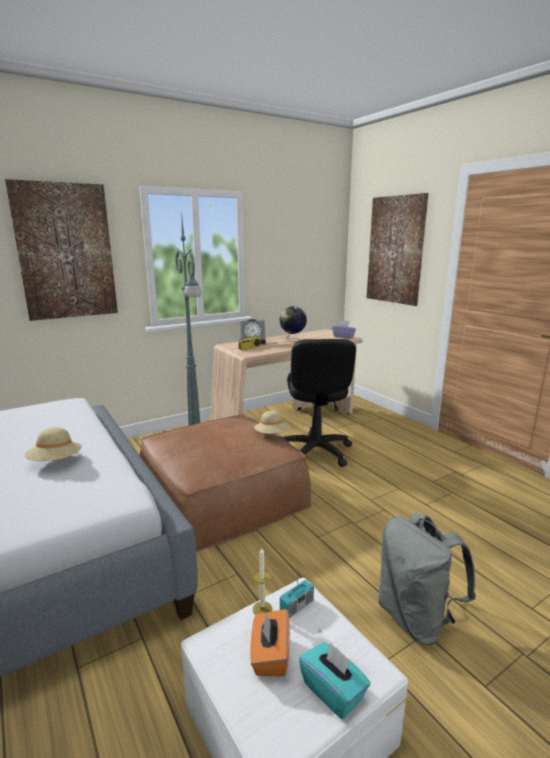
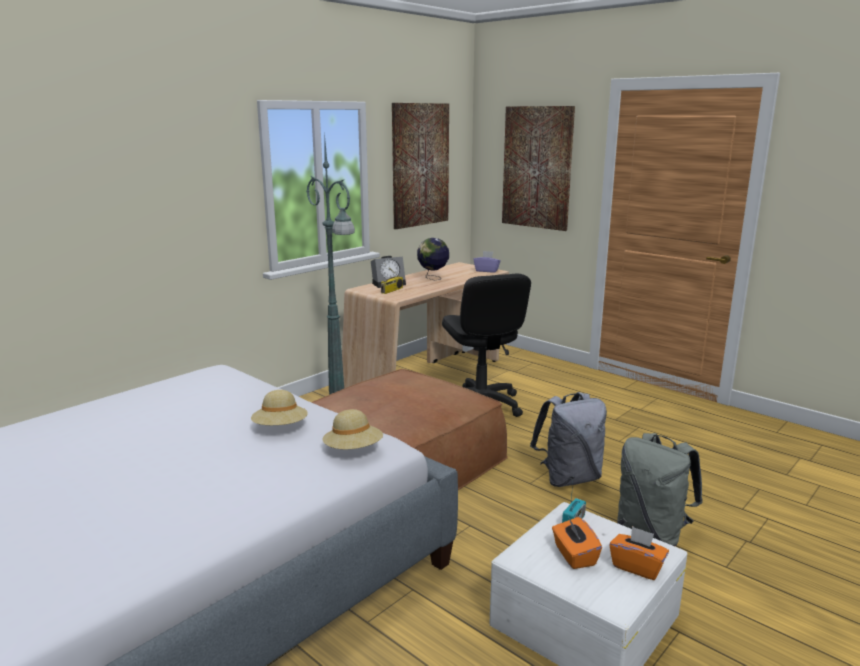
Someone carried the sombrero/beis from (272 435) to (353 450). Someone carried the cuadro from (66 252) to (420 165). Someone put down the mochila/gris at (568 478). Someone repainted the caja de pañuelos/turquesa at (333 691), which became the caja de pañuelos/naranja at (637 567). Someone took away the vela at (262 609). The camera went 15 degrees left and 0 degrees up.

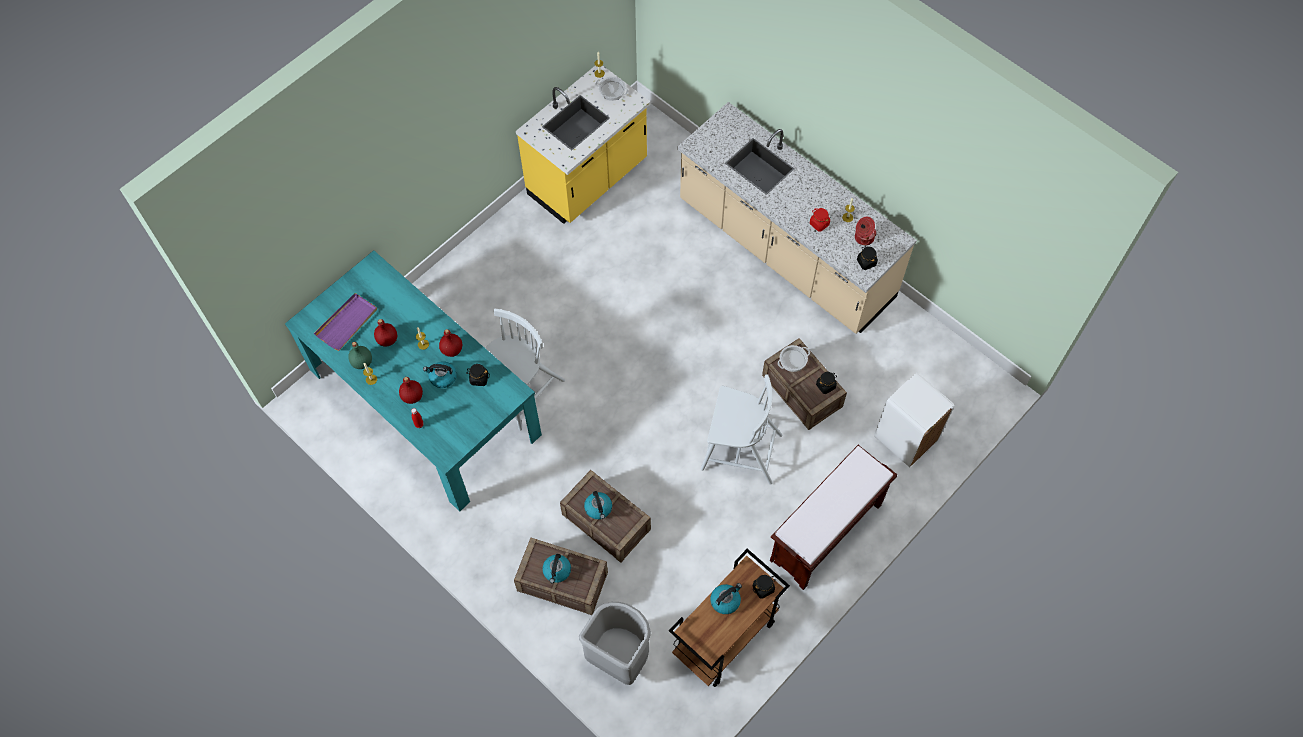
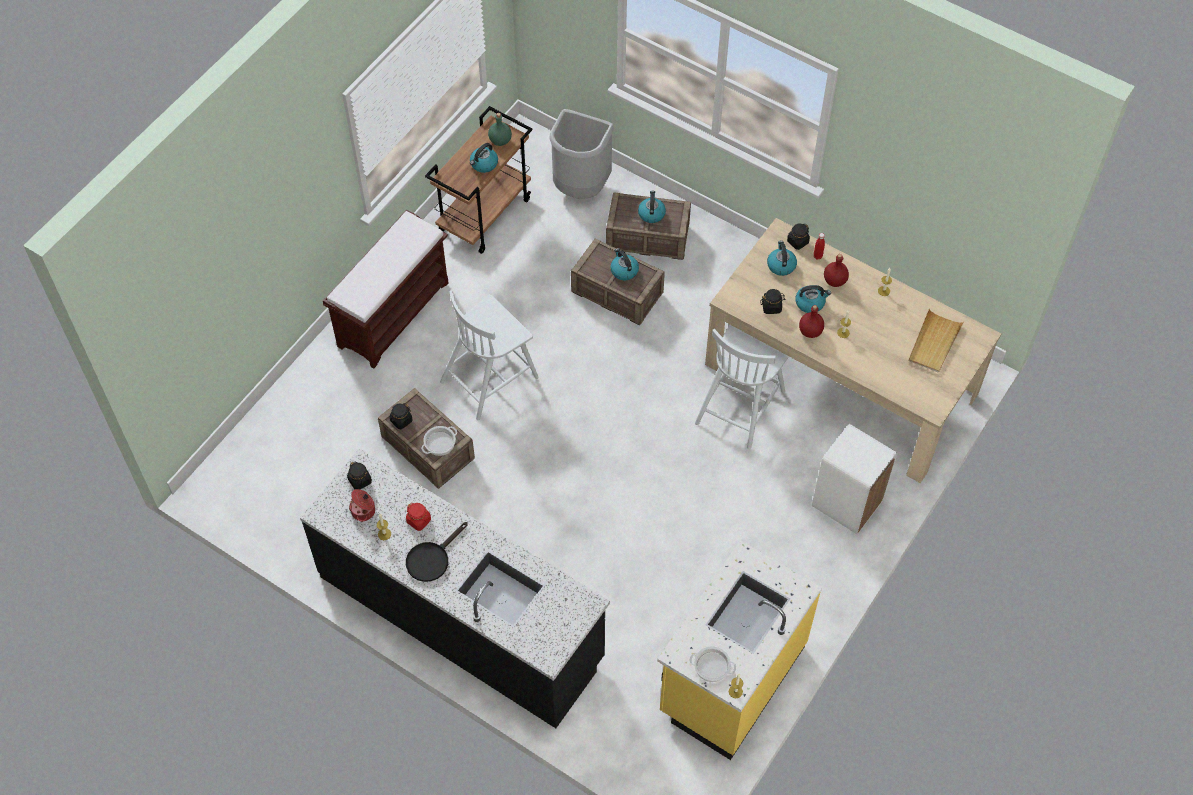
Someone repainted the mueble bajo de cocina/beis at (785 251), which became the mueble bajo de cocina/negro at (461 616). Someone put down the sartén/negro at (432 558). Someone rotated the silla/blanco at (739 451) by 45 degrees counterclockwise. Someone carried the botella/verde from (362 362) to (500 141). Someone repainted the mesa de comedor/turquesa at (424 402), which became the mesa de comedor/beis at (841 379). Someone put down the hervidor at (781 265). Someone carried the tarro/negro from (763 588) to (797 242). Someone carried the papelera/blanco from (905 438) to (847 504). Someone repainted the bandeja/morado at (347 323), which became the bandeja/beis at (934 343). Someone took away the botella/rojo at (387 339). The camera went 170 degrees right and 5 degrees down.

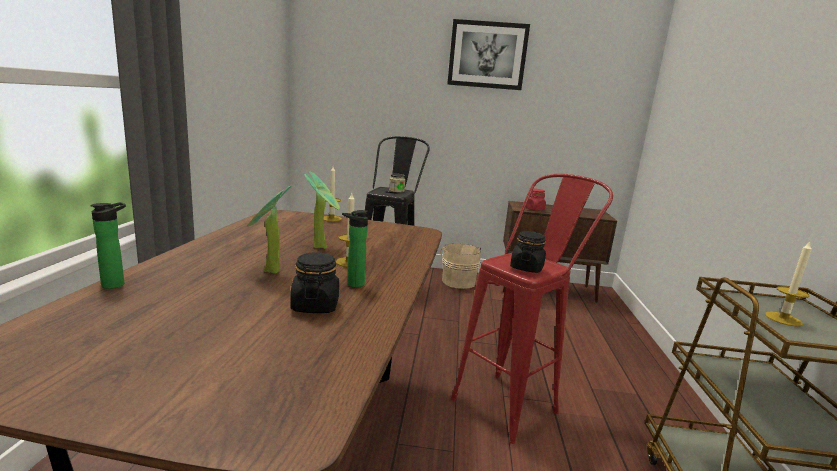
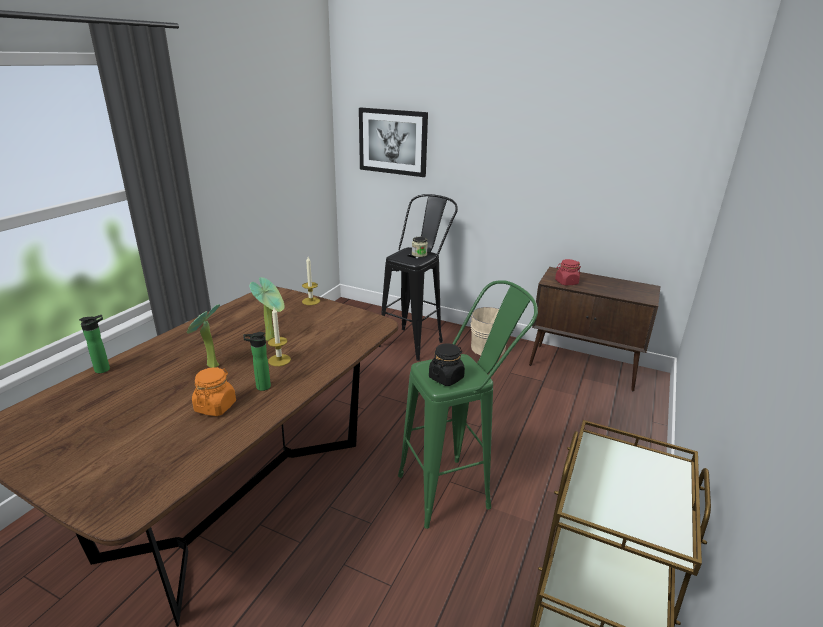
Someone repainted the tarro/negro at (315 306), which became the tarro/naranja at (215 406). Someone carried the cuadro from (487 55) to (393 142). Someone repainted the taburete/rojo at (514 400), which became the taburete/verde at (456 488). Someone took away the vela at (783 319). The camera went 20 degrees right and 10 degrees up.

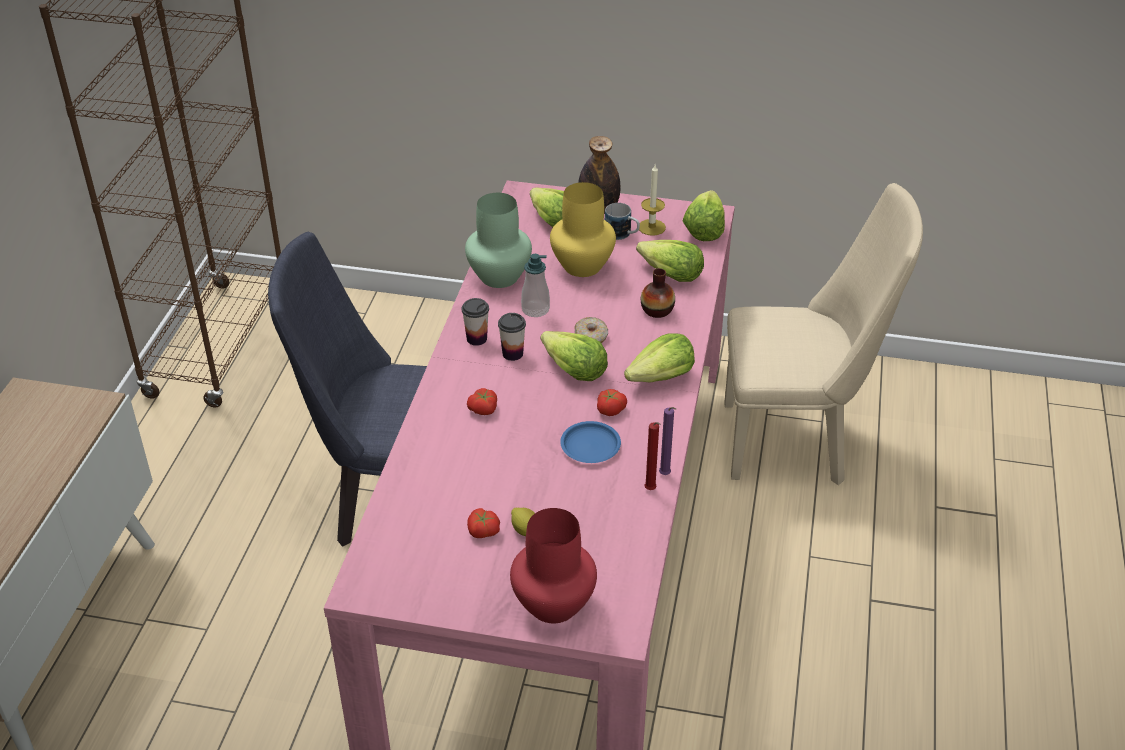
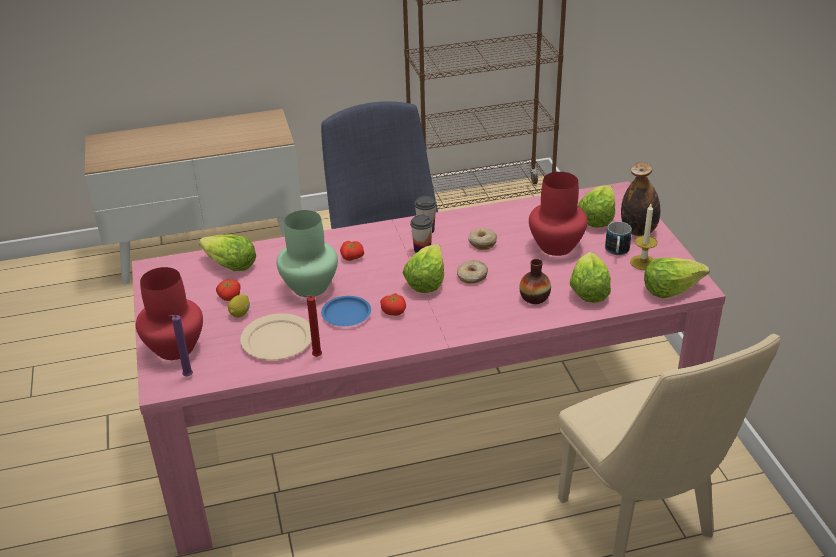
Someone carried the vela/morado from (665 475) to (187 377). Someone carried the lechuga from (661 377) to (229 265). Someone put down the plato/beis at (276 340). Someone carried the florero/verde from (500 276) to (310 287). Someone swapped the dispensador de jabón at (535 309) for the rosquilla at (482 243). Someone repainted the florero/amarillo at (581 265), which became the florero/rojo at (556 245). The camera went 65 degrees right and 5 degrees down.

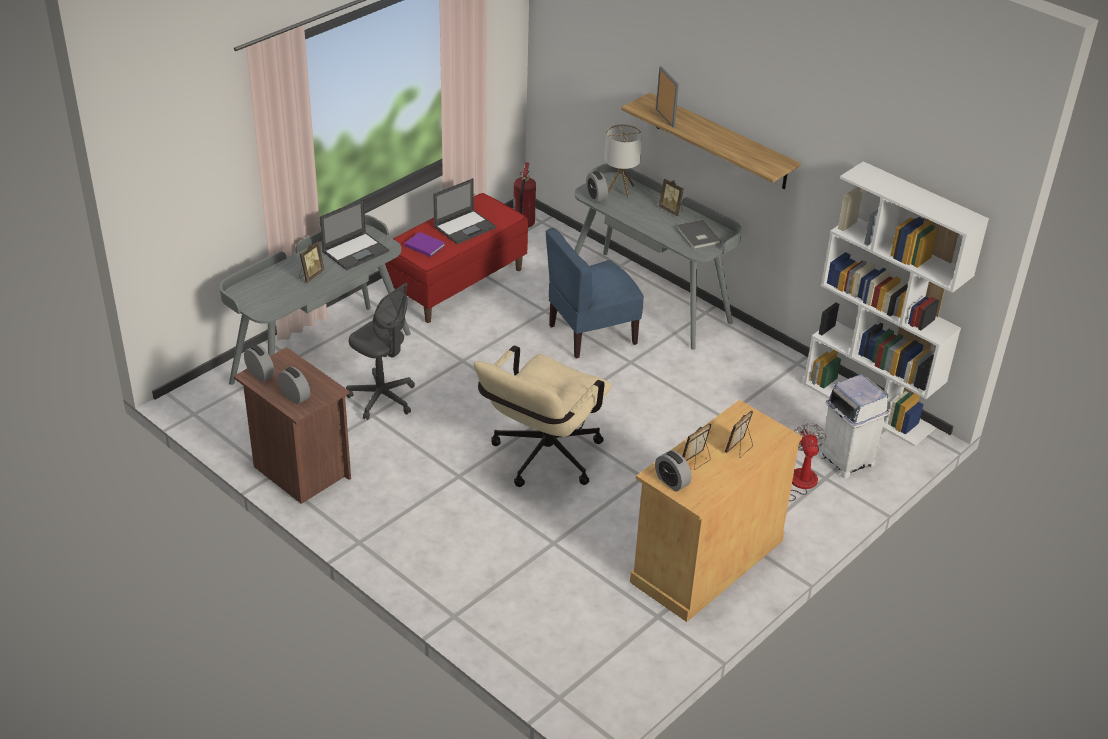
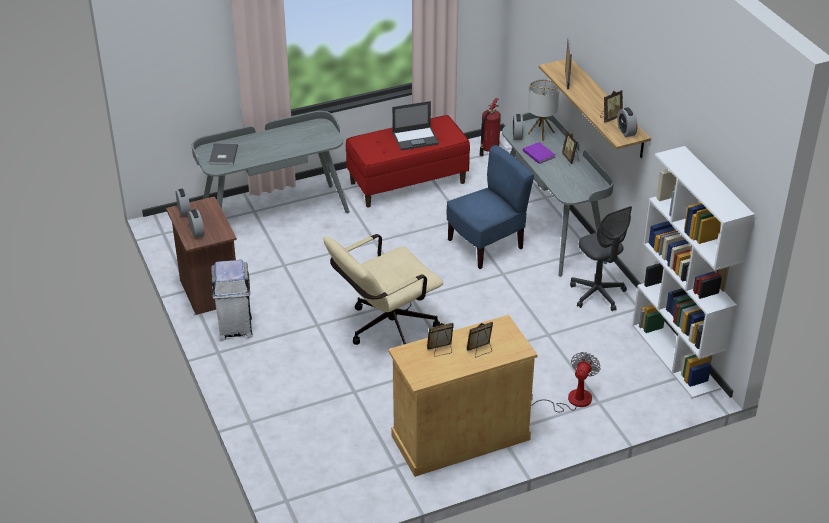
Someone carried the libro/gris from (697 236) to (222 155). Someone carried the papelera/blanco from (846 460) to (235 327). Someone rotated the silla/azul at (591 334) by 150 degrees clockwise. Someone carried the libro/morado from (424 245) to (538 153). Someone carried the silla de oficina/gris from (382 398) to (597 294). Someone carried the portarretratos from (311 275) to (610 118). Someone carried the despertador from (671 482) to (626 131). Someone took away the portátil at (356 251). The camera went 25 degrees right and 0 degrees up.

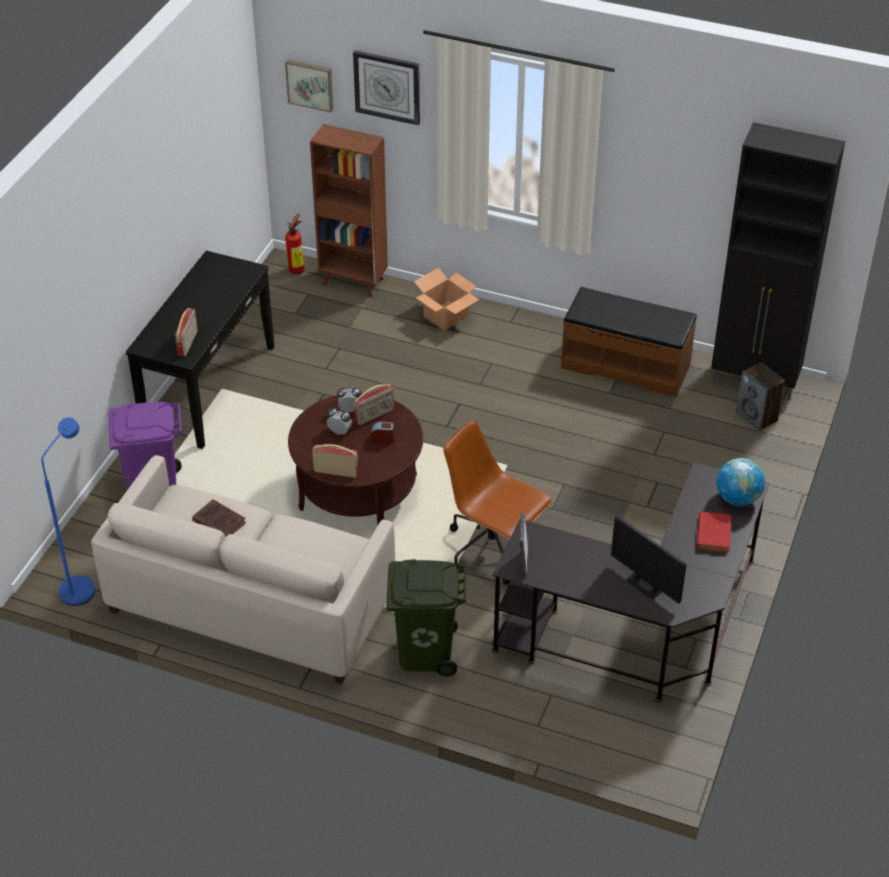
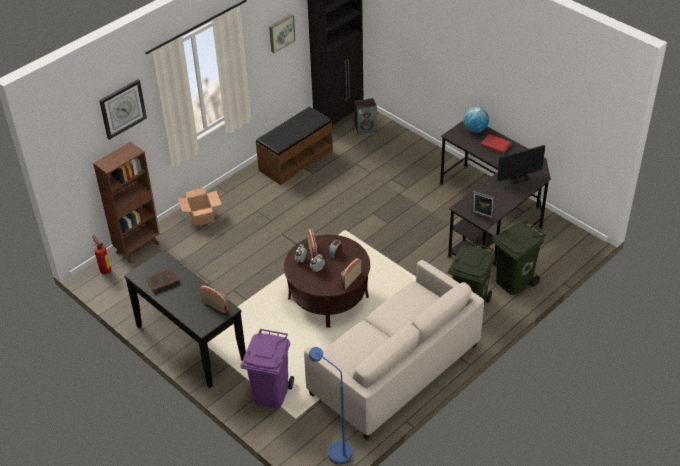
Someone carried the libro/marrón from (218 521) to (162 282). Someone carried the cuadro from (310 84) to (281 33). Someone put down the papelera/verde at (513 281). Someone took away the silla de oficina/marrón at (493 550). The camera went 65 degrees left and 0 degrees up.

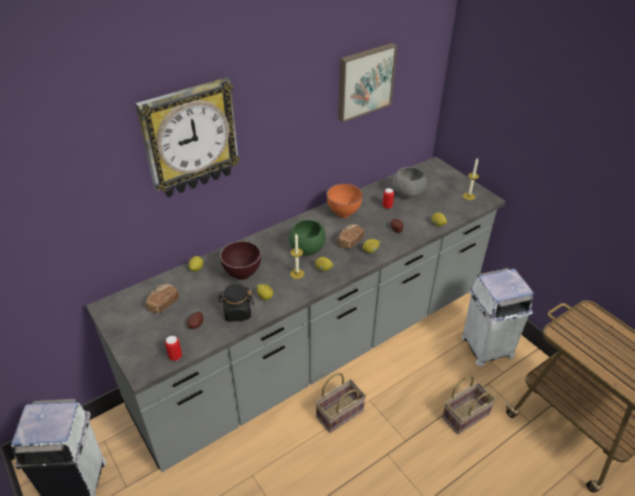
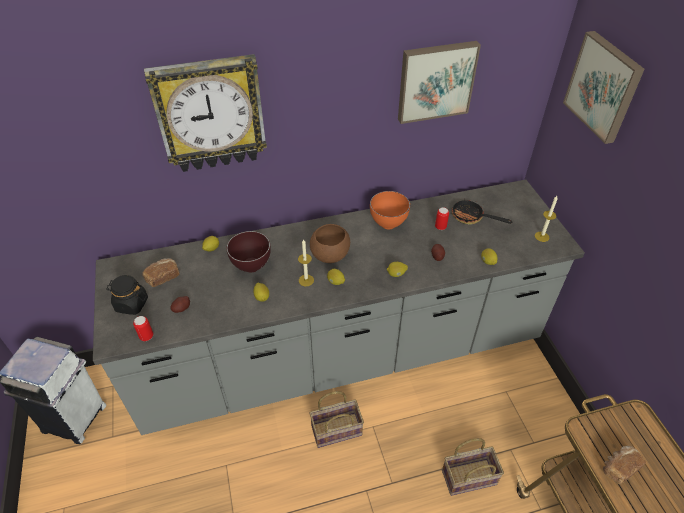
Someone carried the tarro/negro from (237 312) to (131 304). Someone repainted the cuenco/verde at (308 249), which became the cuenco/marrón at (331 256). Someone swapped the cuenco/gris at (408 194) for the sartén at (471 217). Someone put up the cuadro at (604 86). Someone carried the pan from (349 241) to (619 467). Someone took away the papelera/blanco at (486 347). The camera went 20 degrees right and 5 degrees up.

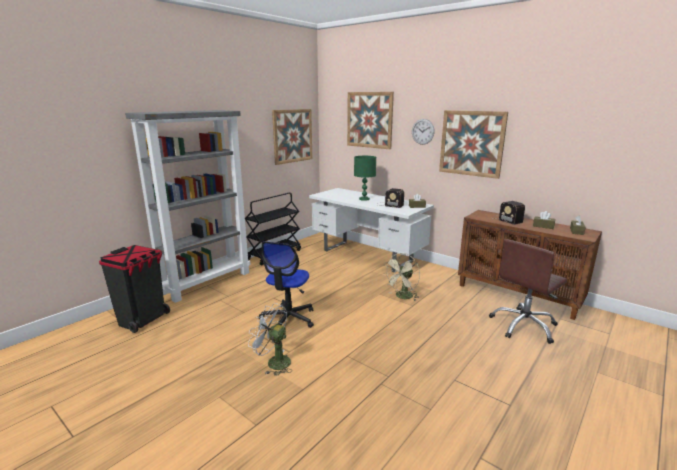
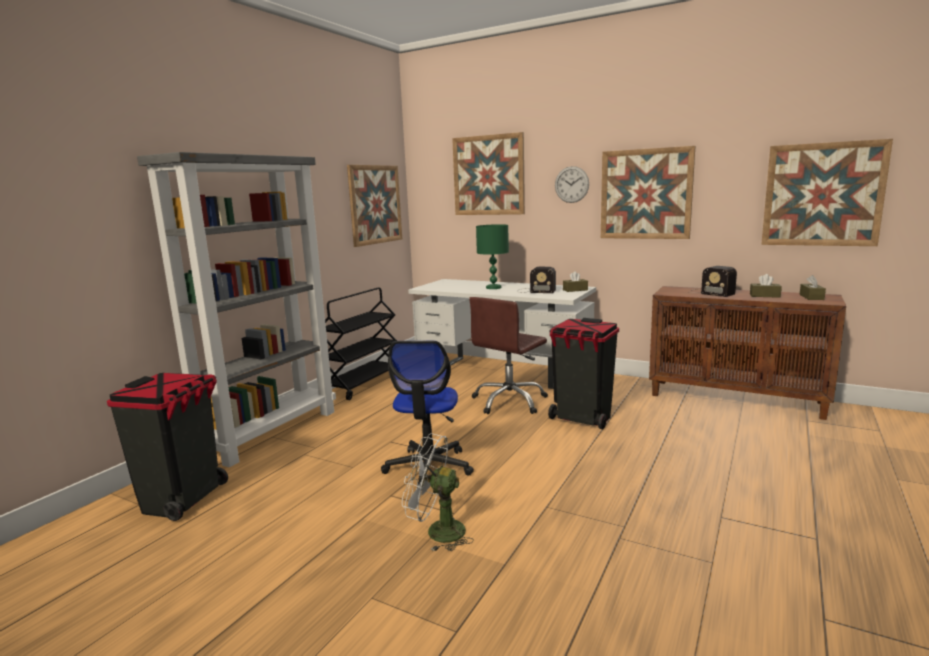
Someone carried the silla de oficina/marrón from (524 326) to (509 401). Someone swapped the ventilador/beis at (402 297) for the papelera/negro at (582 418). Someone put up the cuadro at (822 195). The camera went 10 degrees left and 5 degrees down.

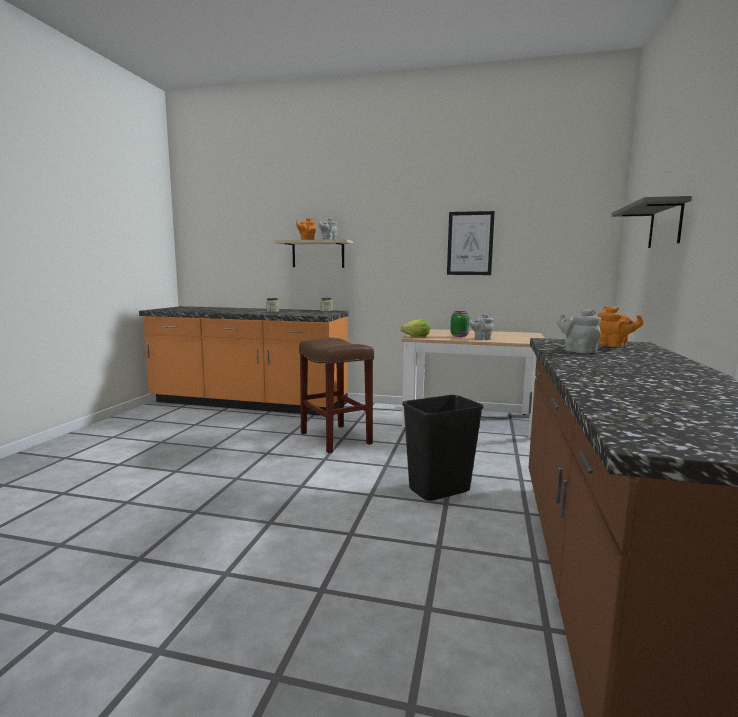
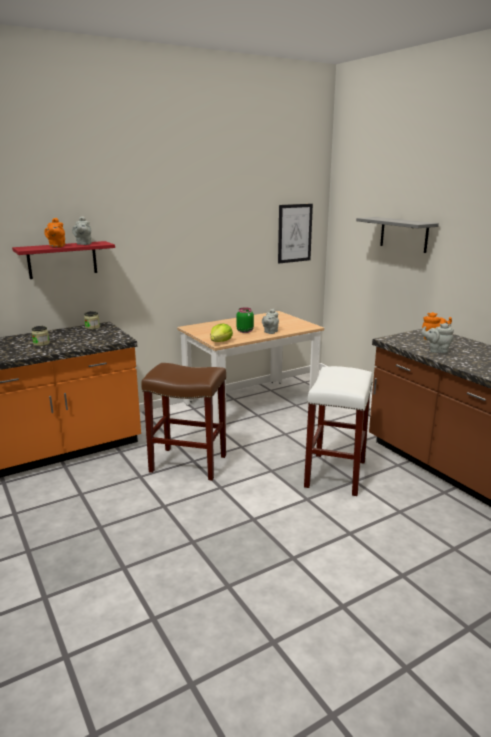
Someone repainted the estante/beis at (318 254), which became the estante/rojo at (62 260). Someone carried the cuadro from (470 243) to (294 233). Someone swapped the papelera/negro at (439 490) for the taburete/blanco at (335 473). The camera went 45 degrees left and 10 degrees up.

